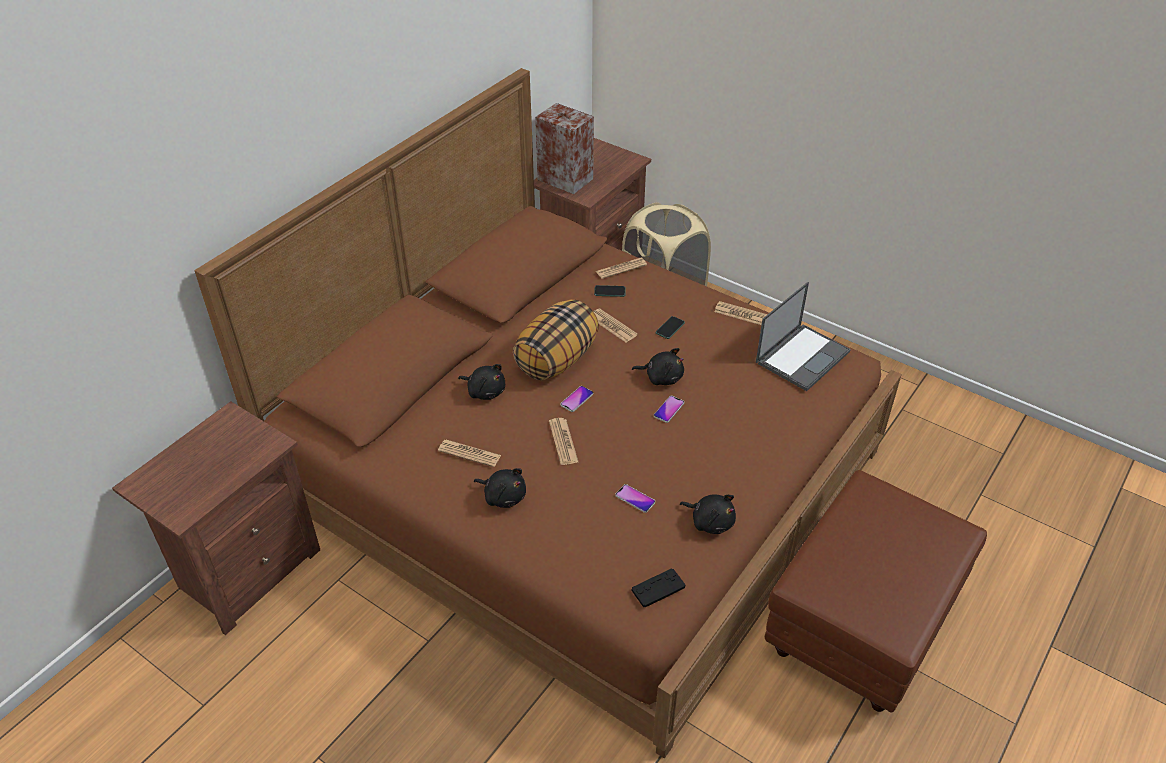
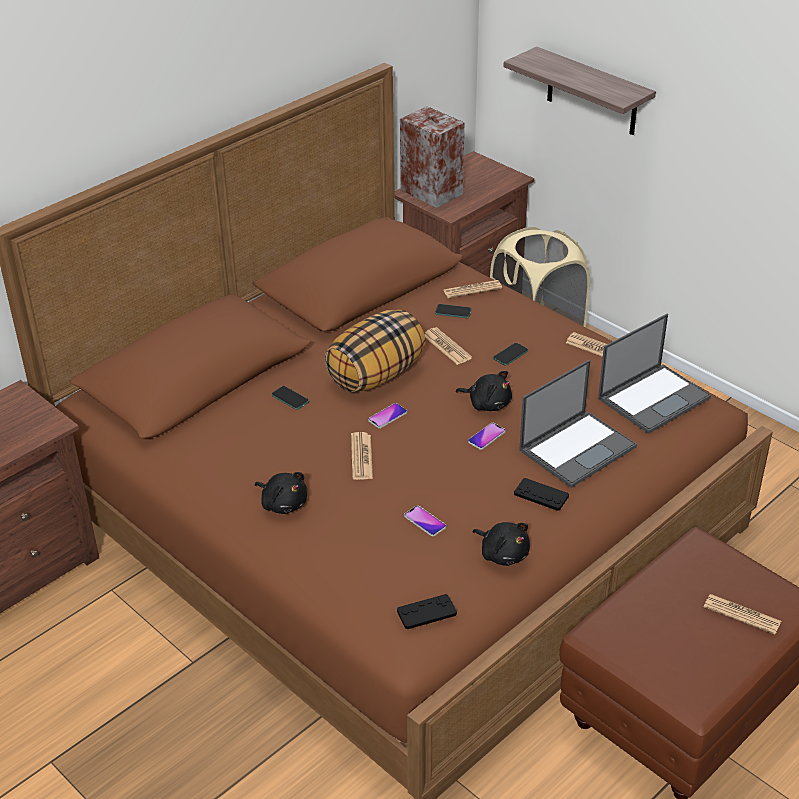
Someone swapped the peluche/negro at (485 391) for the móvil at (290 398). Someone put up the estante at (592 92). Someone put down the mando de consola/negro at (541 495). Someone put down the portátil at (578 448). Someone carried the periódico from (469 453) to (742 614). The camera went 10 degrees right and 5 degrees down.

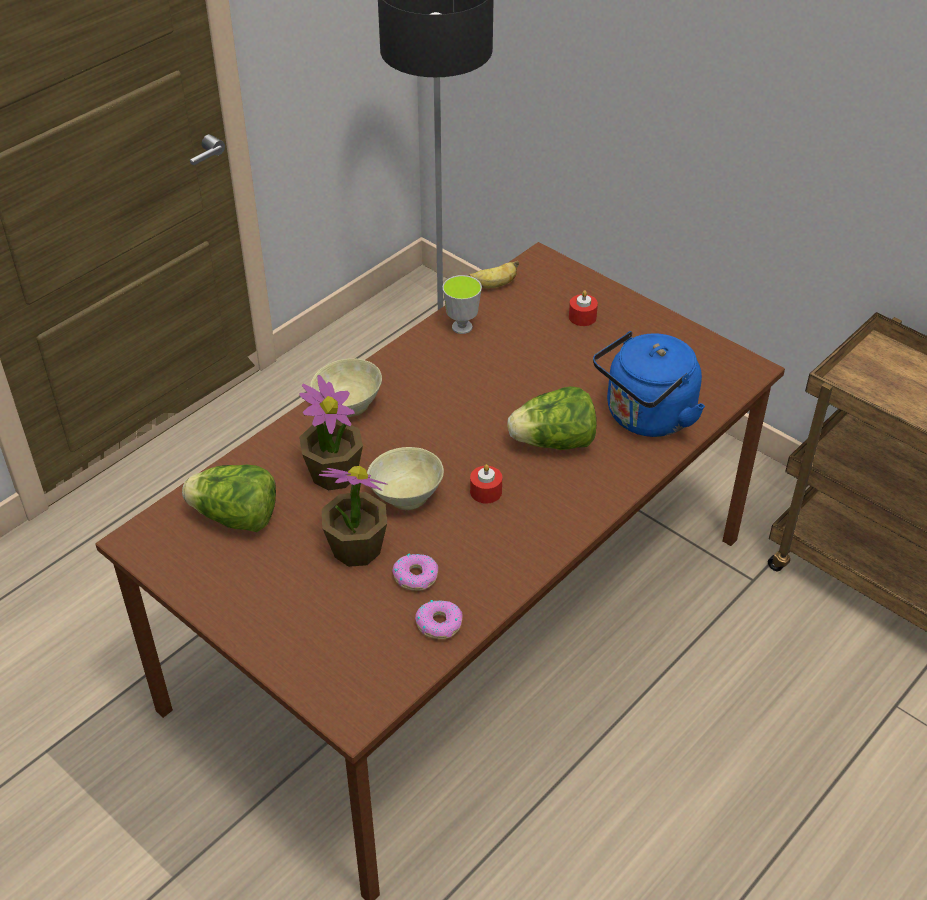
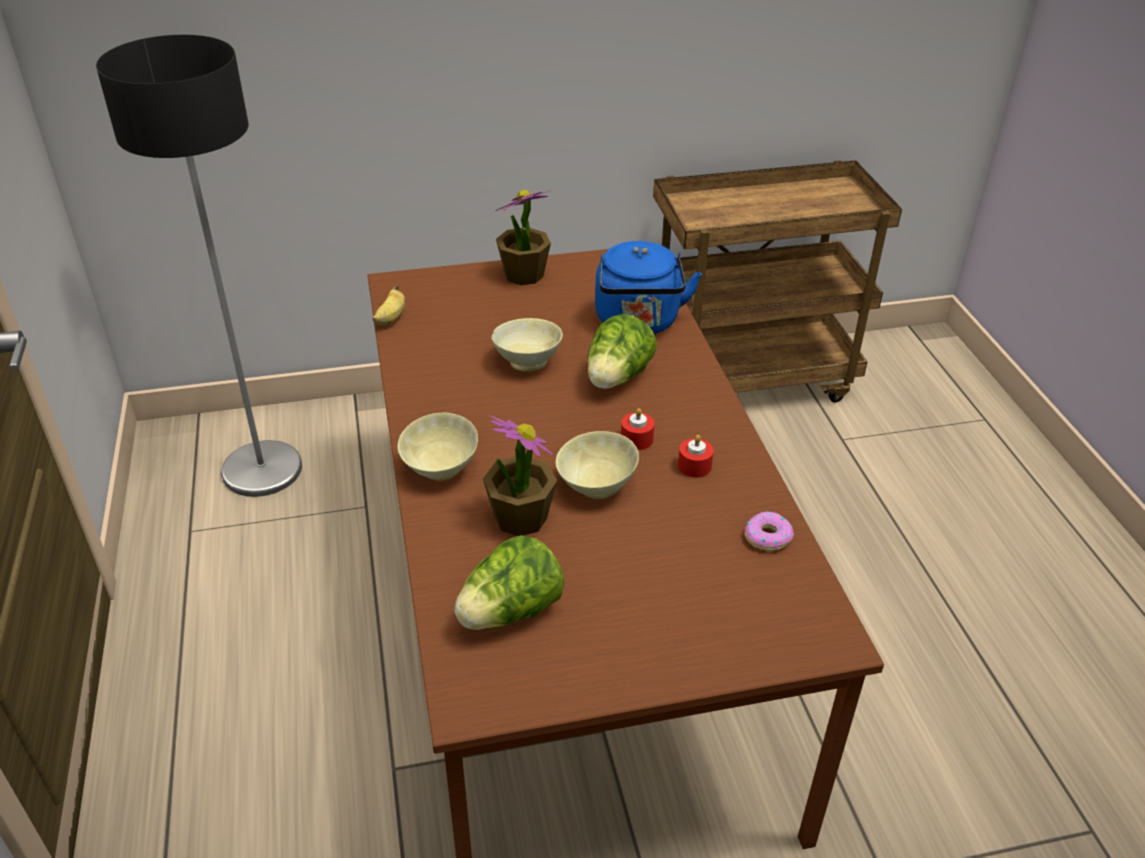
Someone put down the cuenco/beis at (528 361). Someone carried the planta en maceta from (356 549) to (523 275). Someone carried the vela/rojo from (582 317) to (694 466). Someone took away the rosquilla at (415 576). Someone took away the taza at (462 327). The camera went 55 degrees left and 5 degrees down.

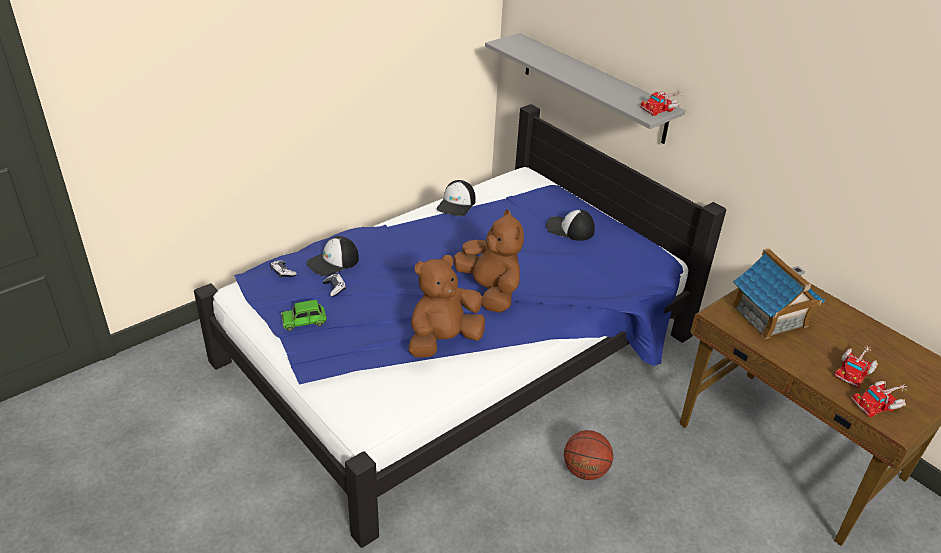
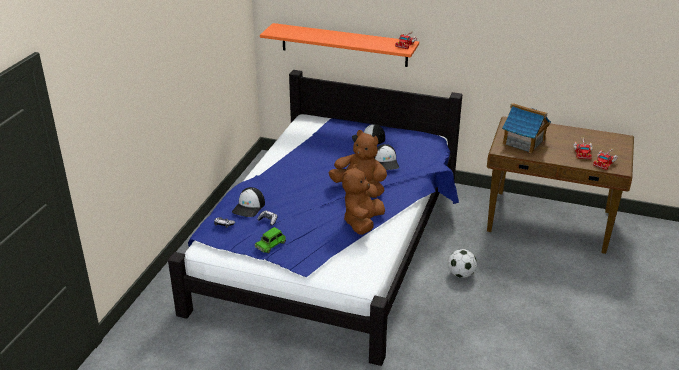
Someone repainted the estante/gris at (593 87), which became the estante/naranja at (344 45). Someone carried the gorra from (456 204) to (386 162). Someone swapped the balón de baloncesto at (585 471) for the balón de fútbol at (461 274). The camera went 30 degrees left and 5 degrees down.

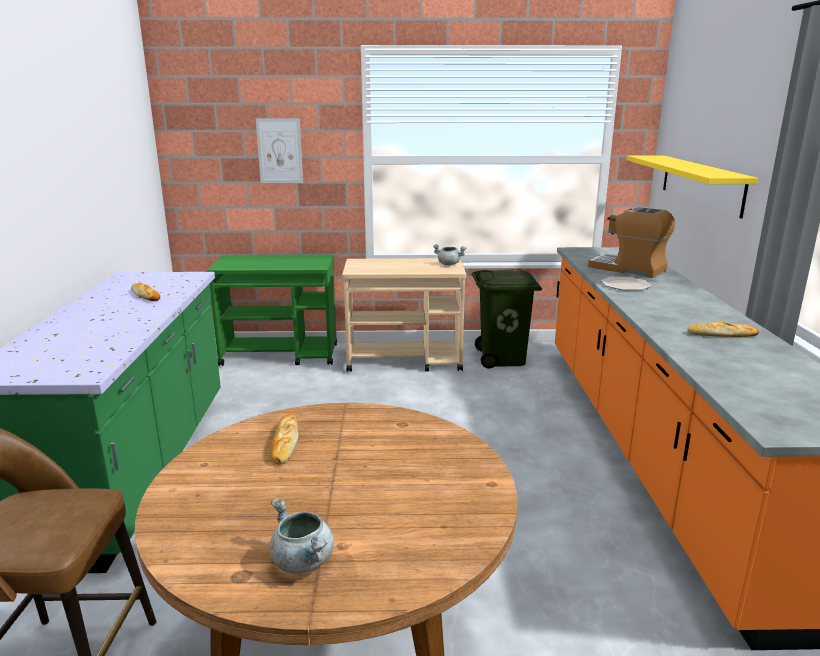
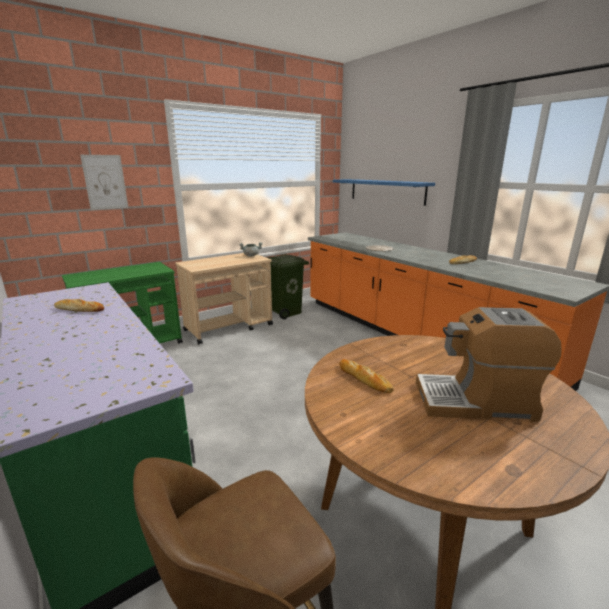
Someone repainted the estante/amarillo at (701 183), which became the estante/azul at (386 191). Someone carried the cafetera from (628 269) to (476 401). Someone took away the olla/gris at (303 561). The camera went 35 degrees left and 0 degrees up.

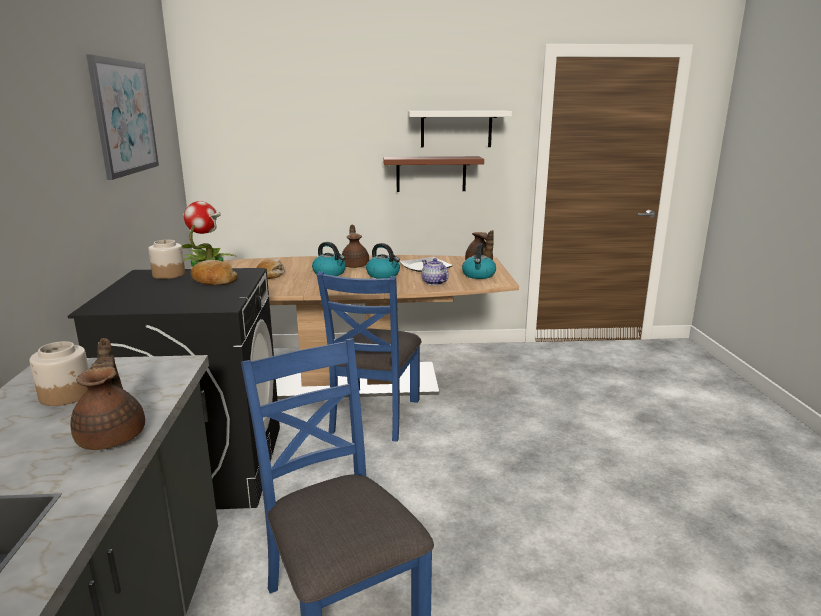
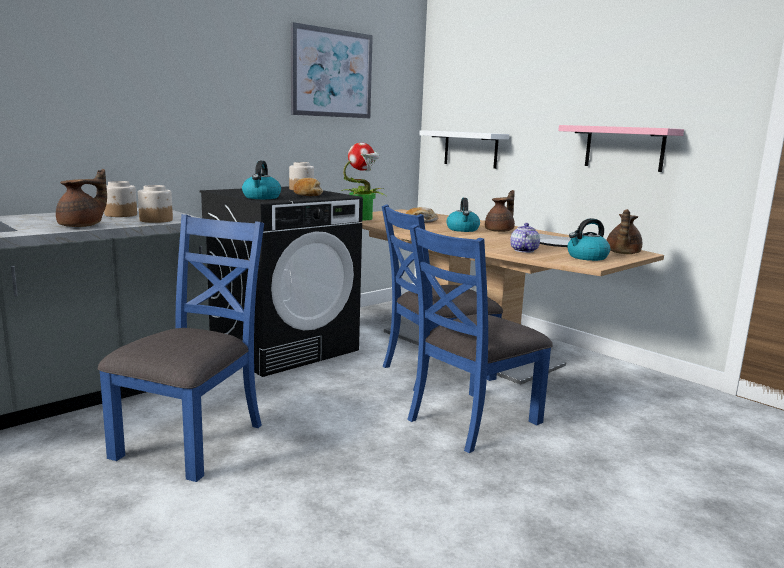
Someone put down the tarro at (155 220). Someone carried the hervidor from (383 275) to (261 197). Someone put down the silla/azul at (472 420). Someone carried the estante/blanco from (456 129) to (470 149). Someone repainted the estante/marrón at (431 174), which became the estante/rosa at (624 148). The camera went 50 degrees right and 5 degrees down.

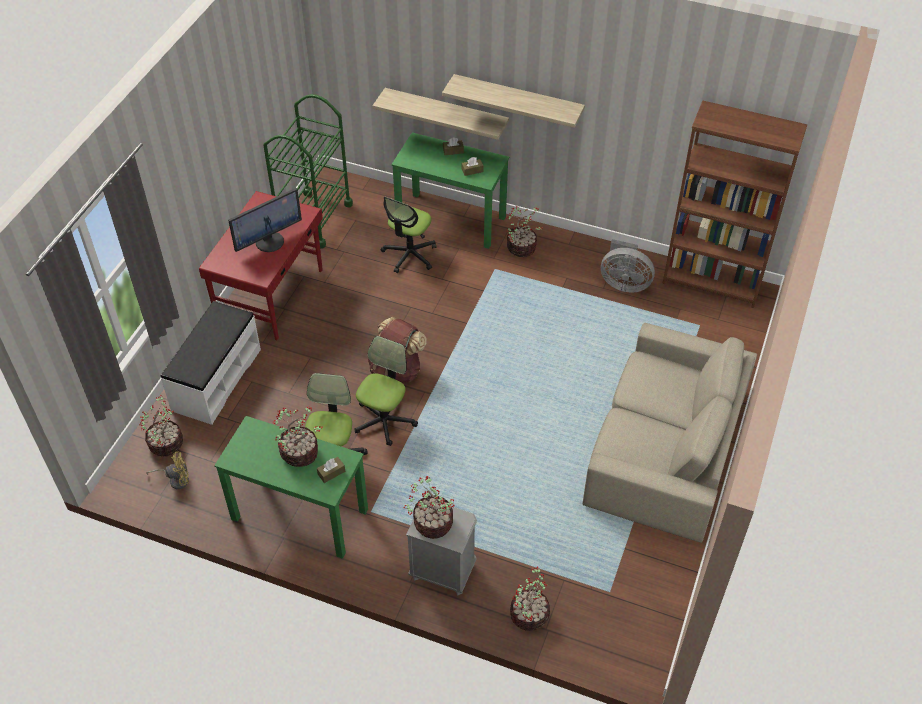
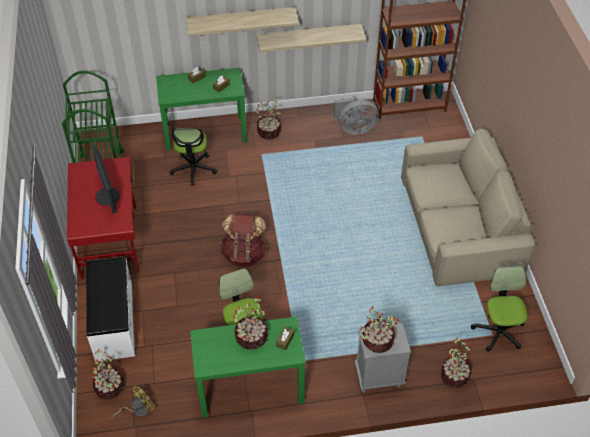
Someone rotated the monitor at (269 241) by 135 degrees clockwise. Someone carried the estante from (446 112) to (309 37). Someone carried the silla de oficina from (384 420) to (498 331). The camera went 30 degrees left and 0 degrees up.

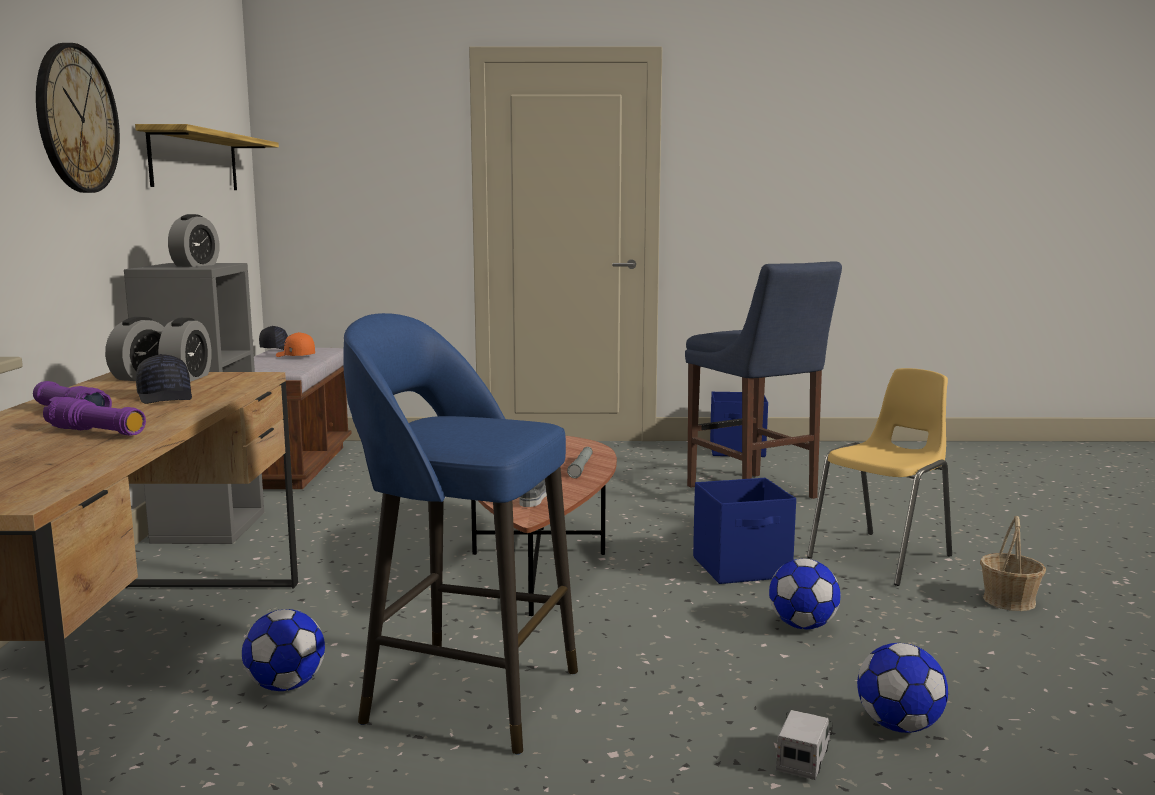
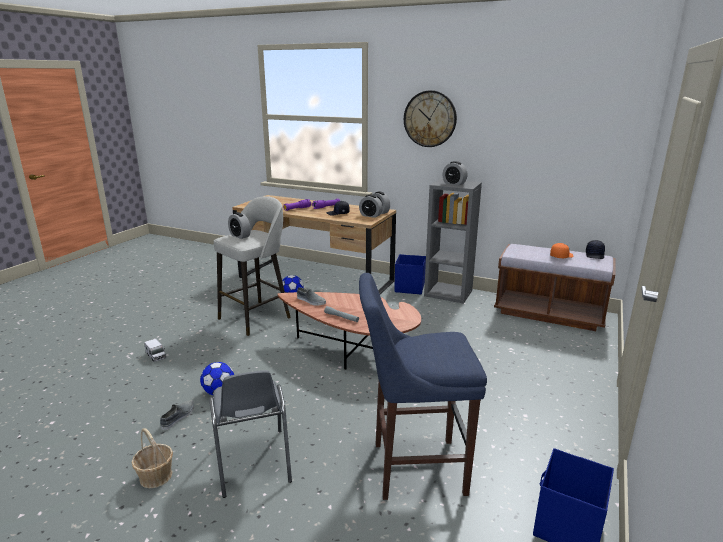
Someone put down the zapato/gris at (178 417). Someone repainted the silla/amarillo at (882 557), which became the silla/gris at (252 462). Someone repainted the taburete/azul at (466 695), which became the taburete/gris at (256 317). Someone put down the despertador at (240 236). Someone carried the caja de almacenaje/azul from (743 568) to (409 288). Someone took away the estante at (195 161). Someone took away the balón de fútbol at (899 726). The camera went 115 degrees right and 10 degrees up.

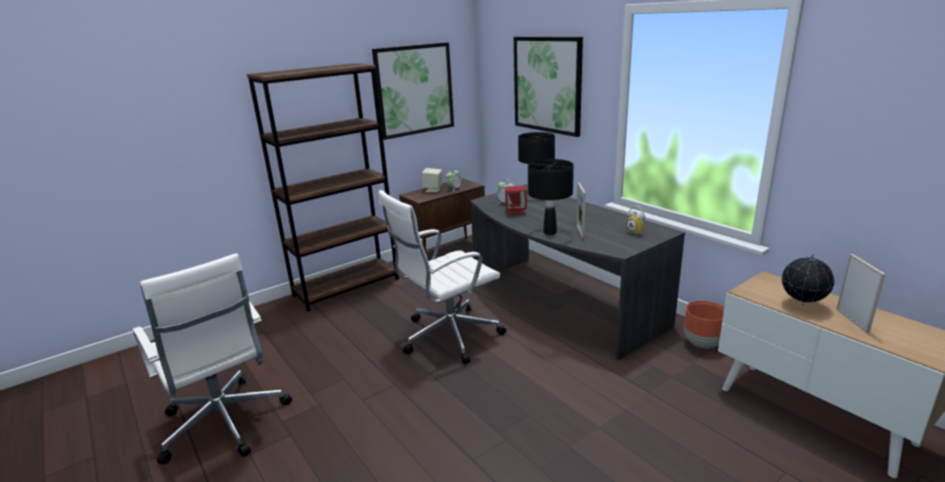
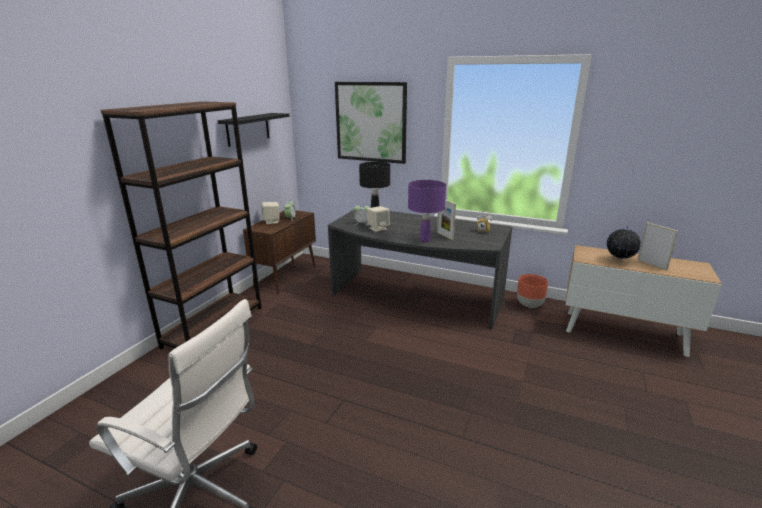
Someone swapped the cuadro at (414 90) for the estante/negro at (248 129). Someone repainted the altavoz/rojo at (516 211), which became the altavoz/beis at (378 228). Someone repainted the lámpara de mesa/negro at (549 232), which became the lámpara de mesa/morado at (425 240). Someone took away the silla de oficina/blanco at (448 336). The camera went 30 degrees left and 0 degrees up.

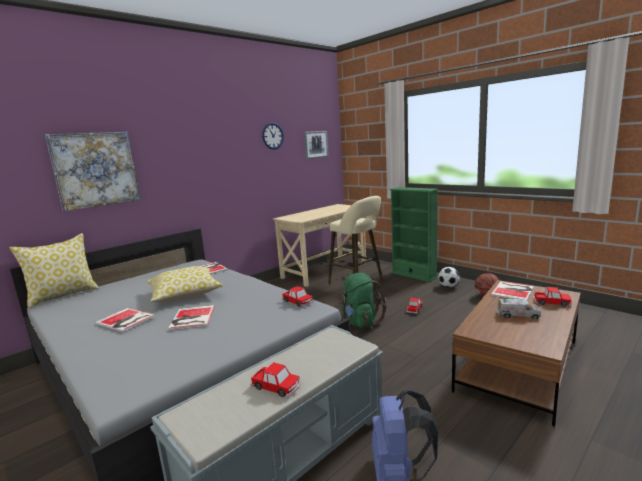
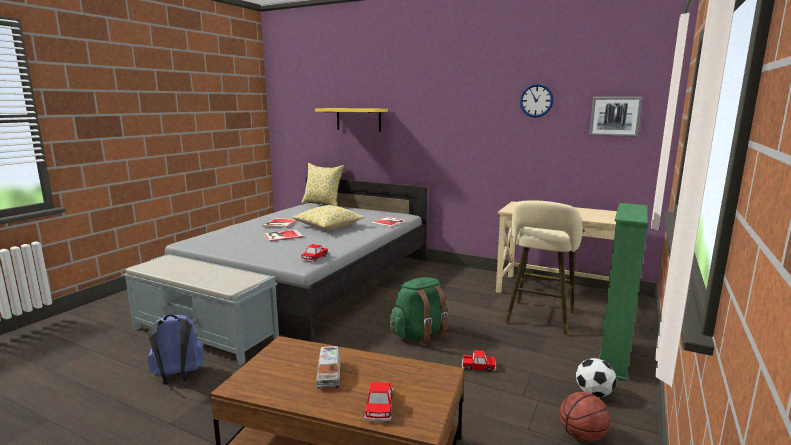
Someone swapped the cuadro at (95 169) for the estante/amarillo at (358 119). Someone took away the coche de juguete at (276 387). Someone took away the libro at (513 291). The camera went 70 degrees right and 0 degrees up.

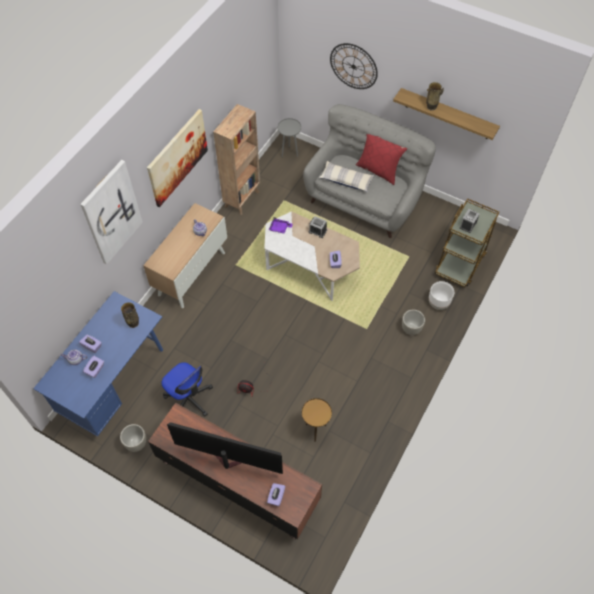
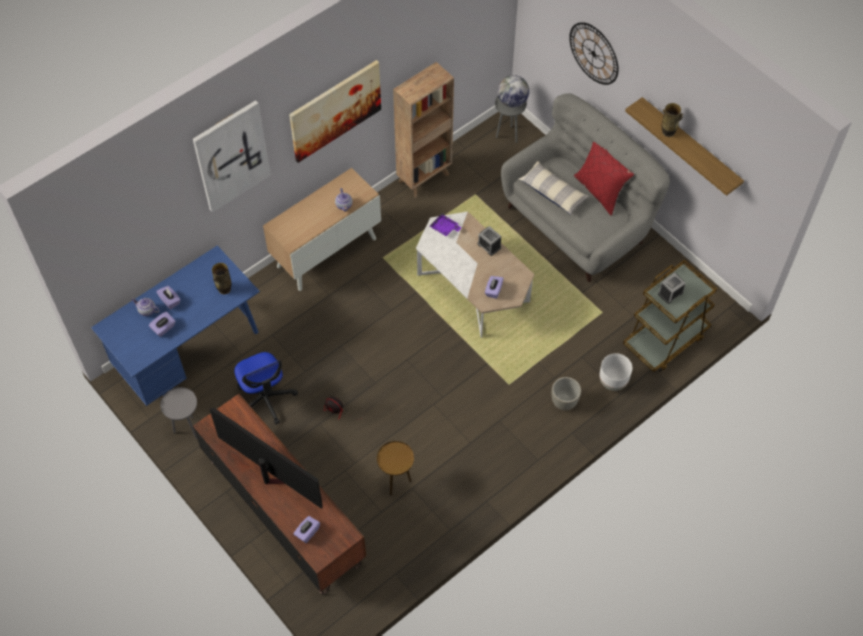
Someone swapped the maceta/gris at (136 443) for the mesa auxiliar/gris at (187 429). Someone put down the globo terráqueo at (512 101). The camera went 20 degrees right and 0 degrees up.

